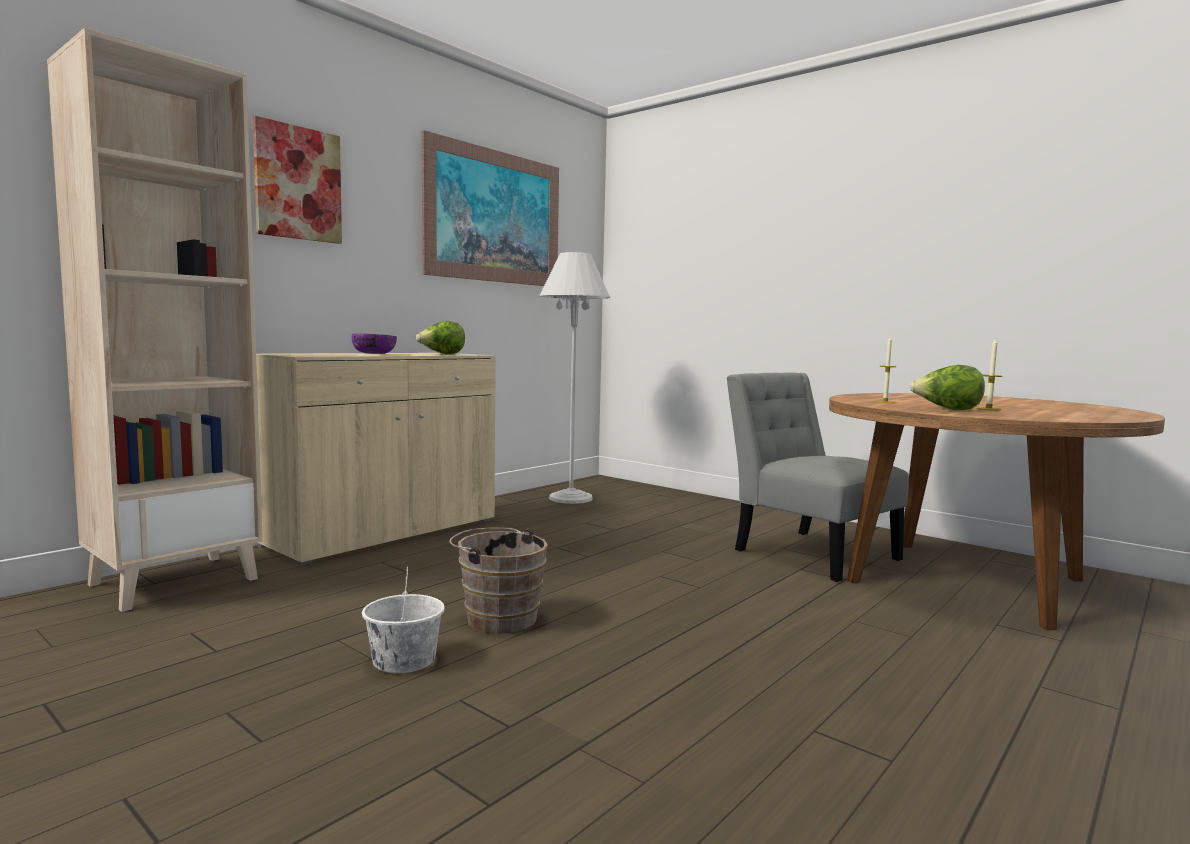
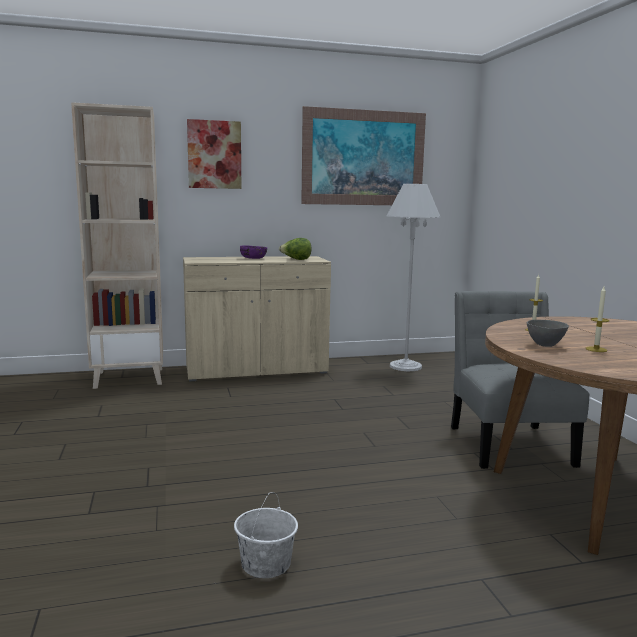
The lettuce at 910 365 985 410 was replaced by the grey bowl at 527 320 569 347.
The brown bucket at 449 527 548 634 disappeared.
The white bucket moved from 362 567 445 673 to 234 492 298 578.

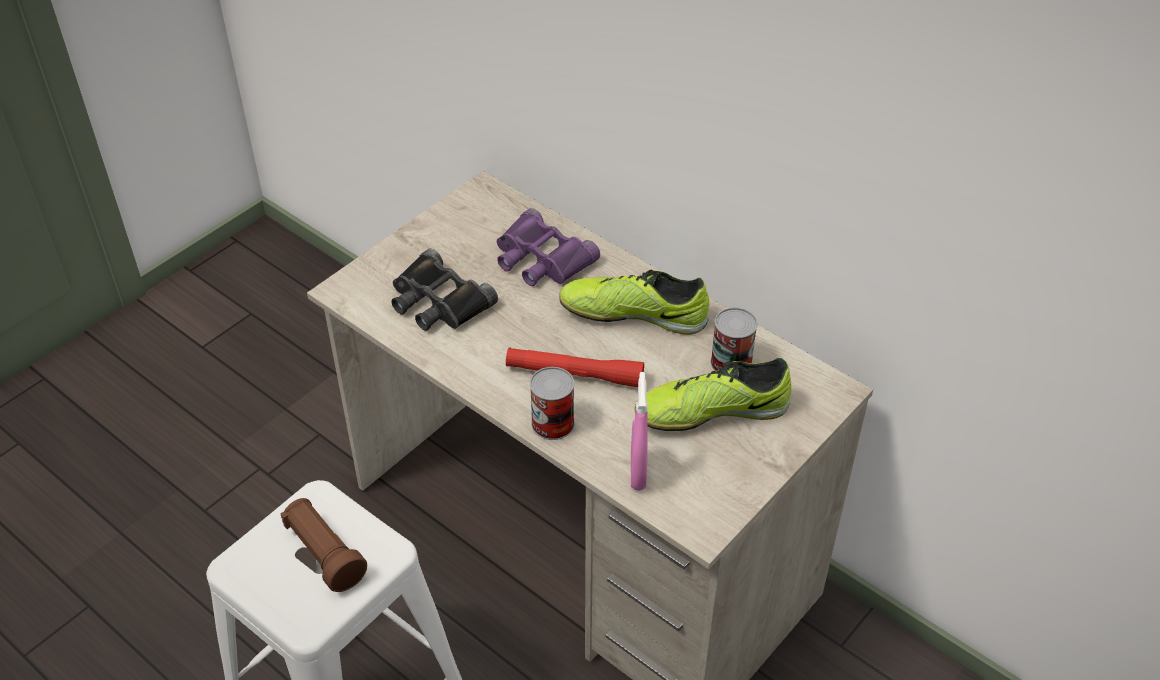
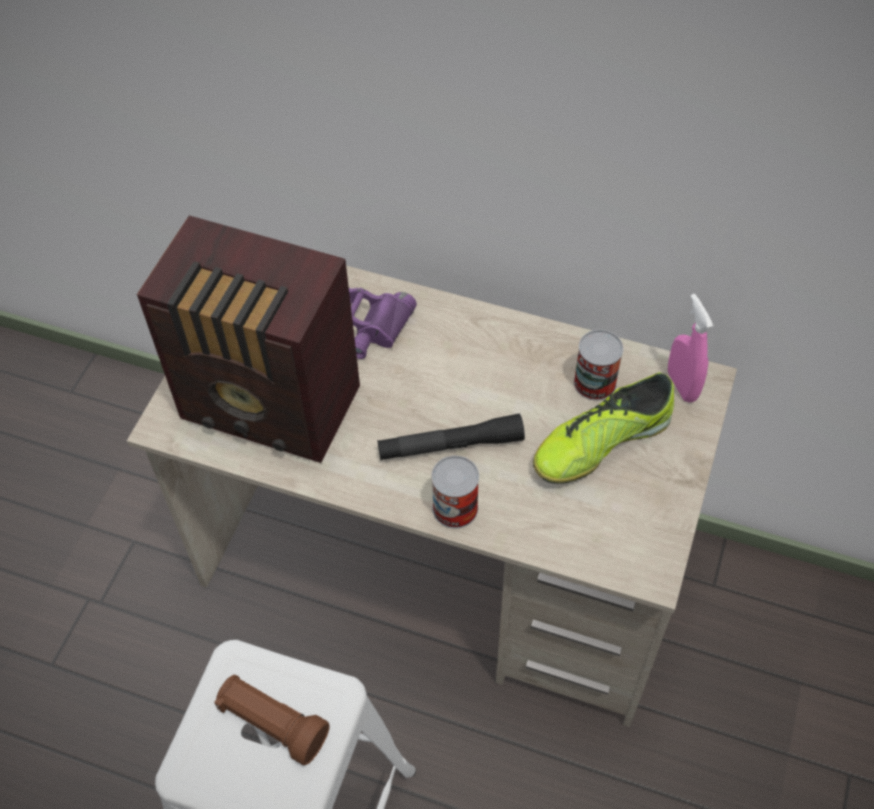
The black binoculars at 392 248 498 331 was replaced by the radio at 137 215 360 463.
The shoe at 559 270 709 335 disappeared.
The red flashlight at 506 348 644 387 became the black flashlight at 377 413 525 460.
The pink spray bottle moved from 631 372 648 491 to 668 294 713 402.

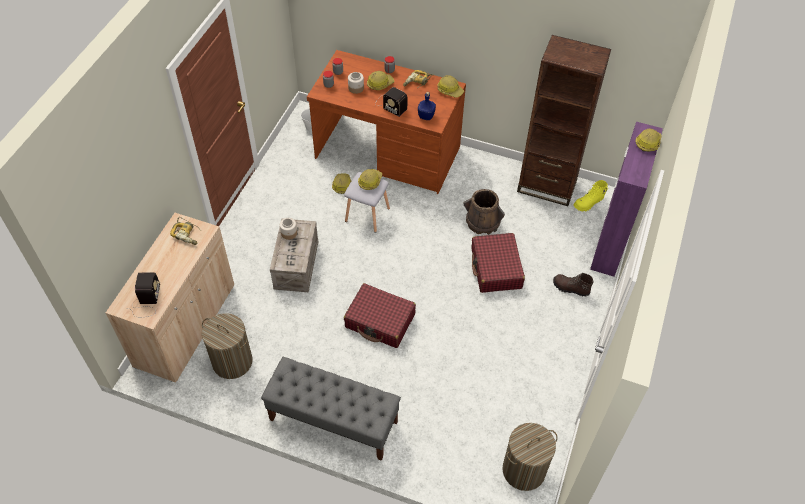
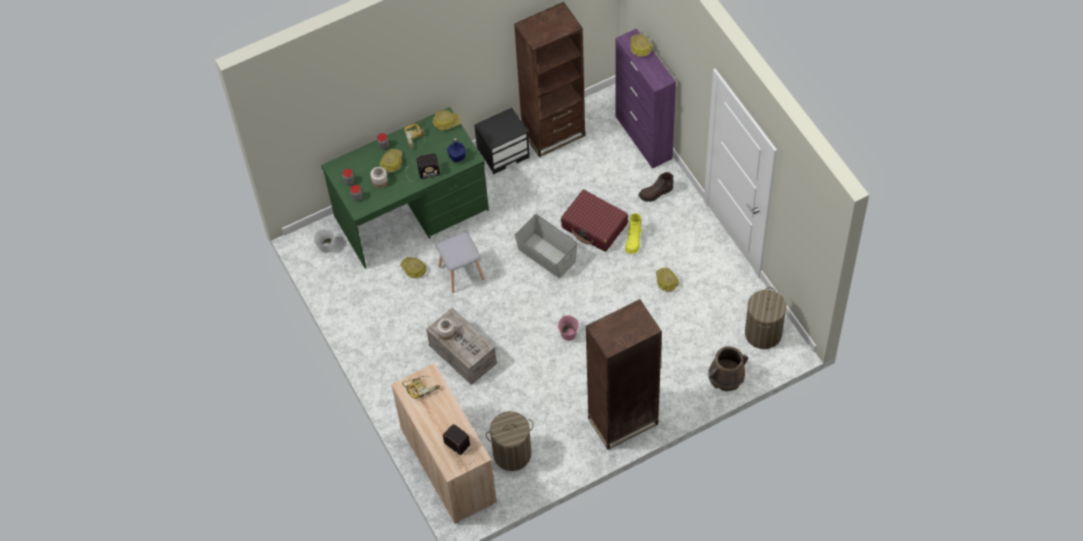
The brown desk at 307 50 466 194 became the green desk at 321 107 489 269.
The hard hat moved from 358 169 382 190 to 656 267 679 292.
The yellow boot moved from 573 180 609 212 to 625 213 643 254.
The brown bucket moved from 464 189 505 235 to 708 346 748 391.
The red suitcase at 344 283 416 348 was replaced by the pink bucket at 558 315 579 341.
The grey bench at 261 357 401 461 was replaced by the brown bookcase at 586 299 662 450.
The black nightstand at 474 108 530 174 appeared.
The grey storage box at 514 214 578 278 appeared.

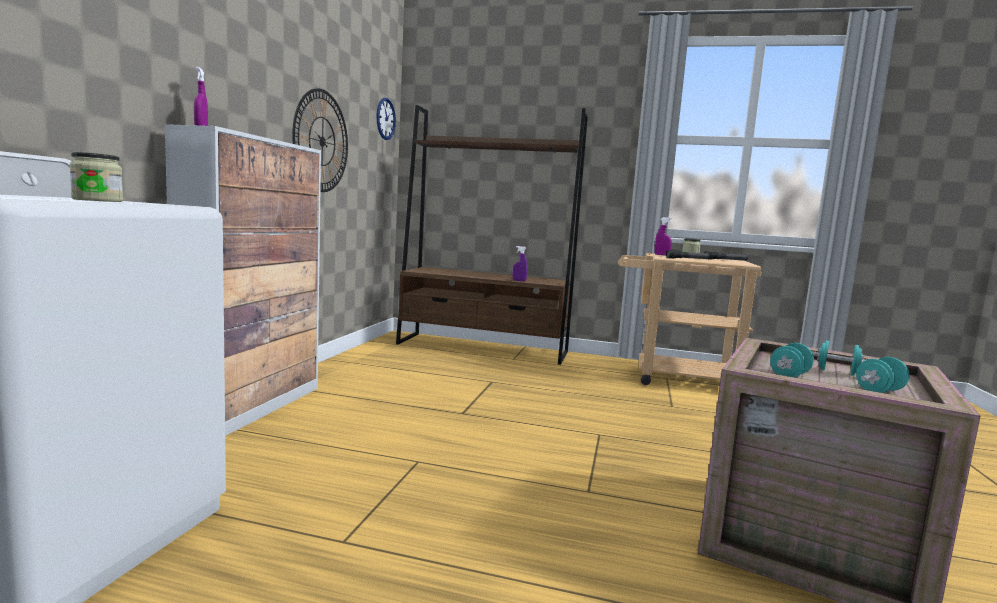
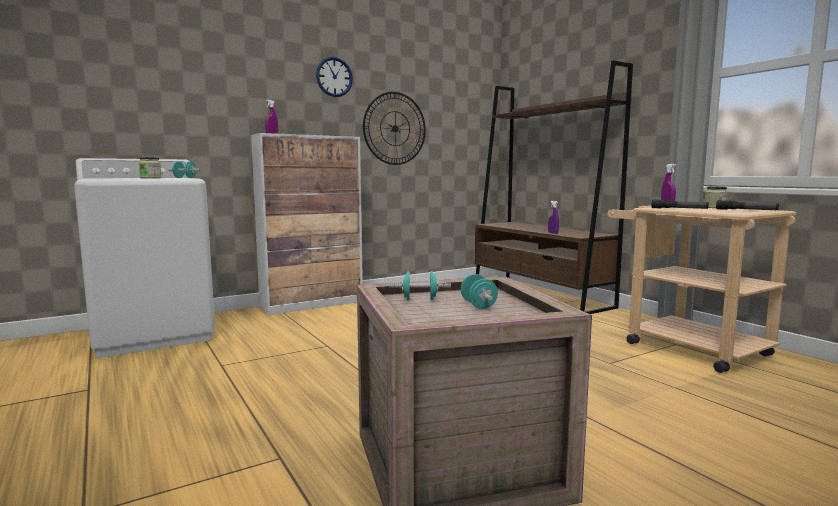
The wall clock moved from 376 98 396 140 to 316 57 353 97.
The turquoise dumbbell moved from 856 357 909 393 to 168 161 201 178.

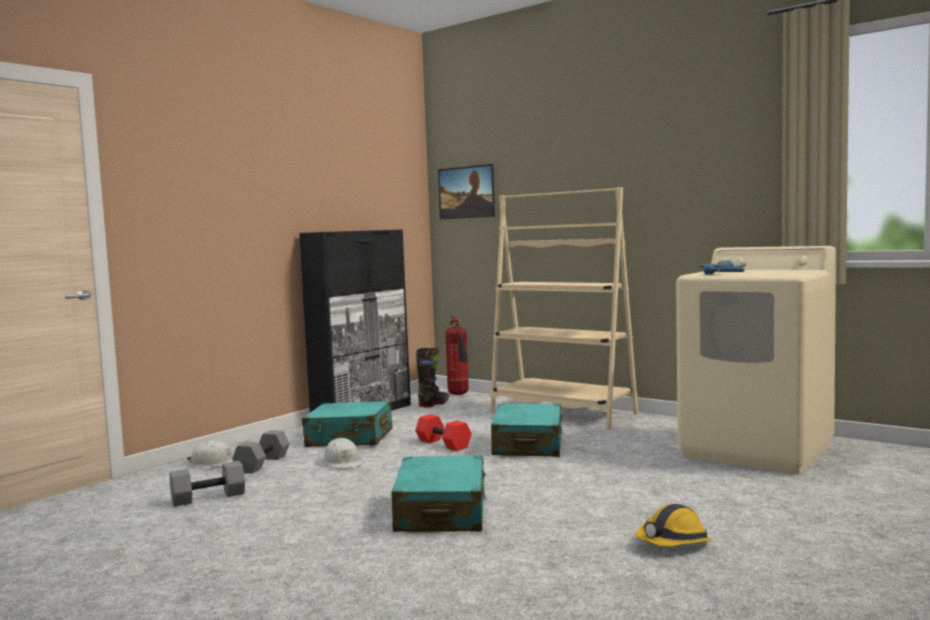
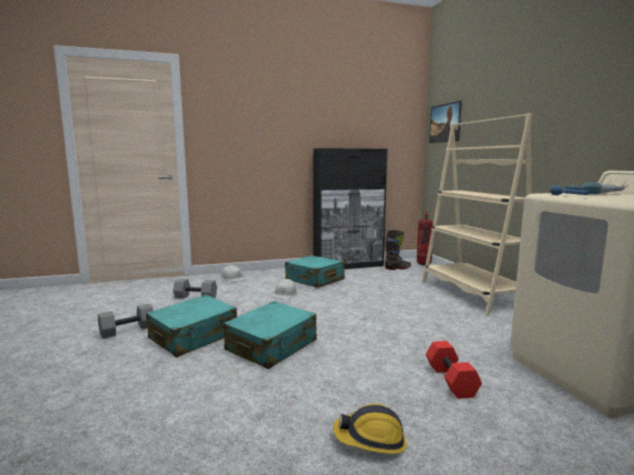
The turquoise suitcase moved from 491 403 563 457 to 146 295 237 357.
The red dumbbell moved from 415 414 472 451 to 426 341 482 399.
The grey dumbbell moved from 232 430 290 473 to 98 304 153 339.

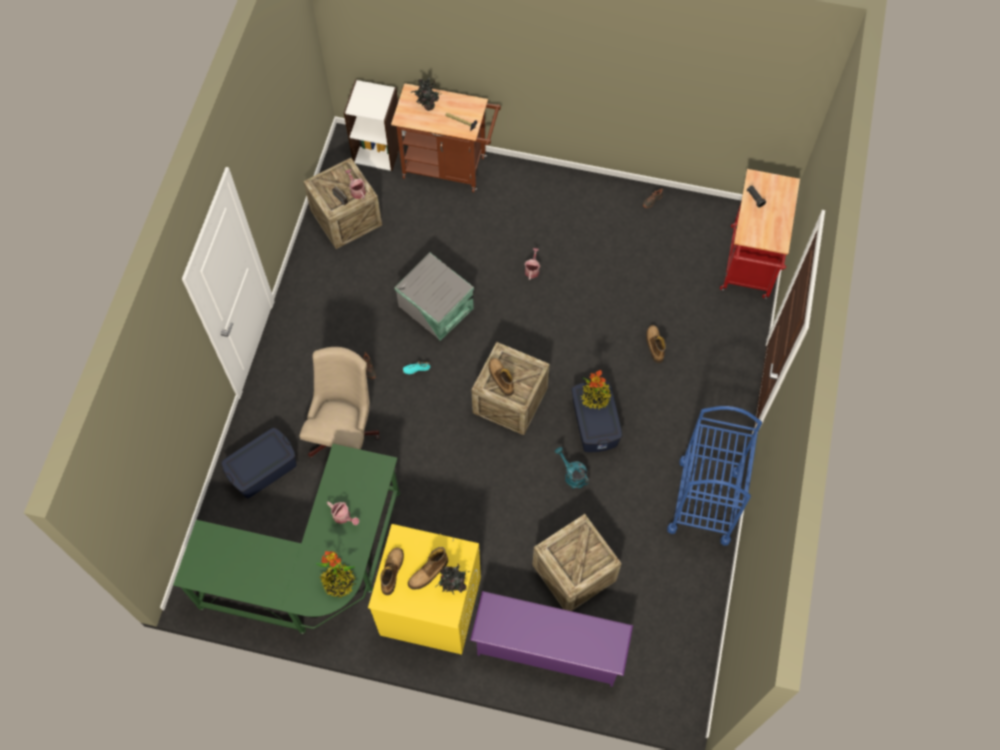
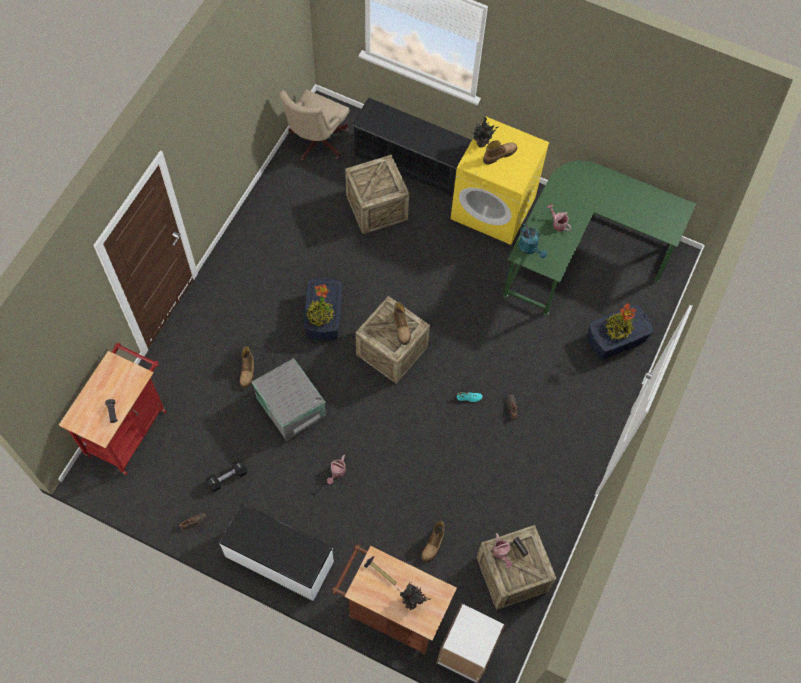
The grey storage box moved from 395 252 474 341 to 252 358 326 441.
The beige office chair moved from 299 347 380 458 to 279 89 349 161.
The blue cart at 667 406 762 546 disappeared.
The turquoise watering can moved from 555 447 589 489 to 519 224 547 258.
The boot moved from 380 547 404 595 to 421 521 445 562.
The potted plant moved from 316 551 356 598 to 605 303 636 340.
The purple shoe rack at 470 591 633 687 became the black shoe rack at 351 97 472 197.
The black dumbbell at 206 460 247 492 appeared.
The white bench at 219 504 334 601 appeared.

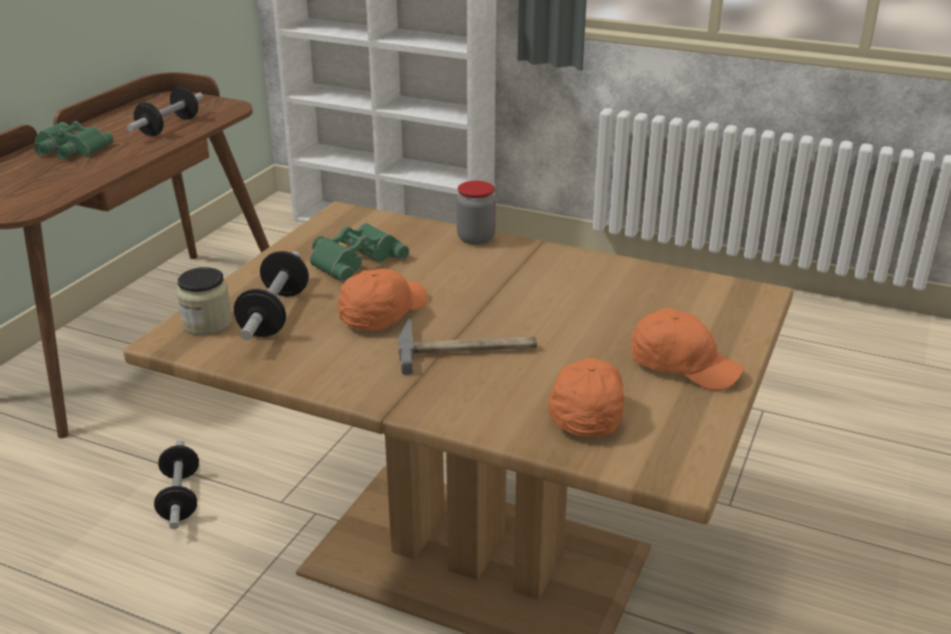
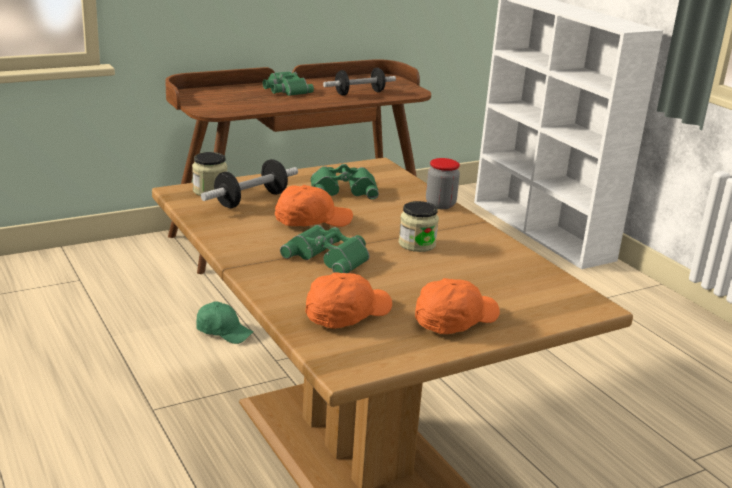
The orange cap at 631 308 744 390 turned 105 degrees counterclockwise.
The hammer at 398 319 537 375 was replaced by the green binoculars at 280 225 369 273.
The dumbbell at 154 440 199 529 was replaced by the green cap at 196 301 253 344.
The jar at 399 201 439 252 appeared.

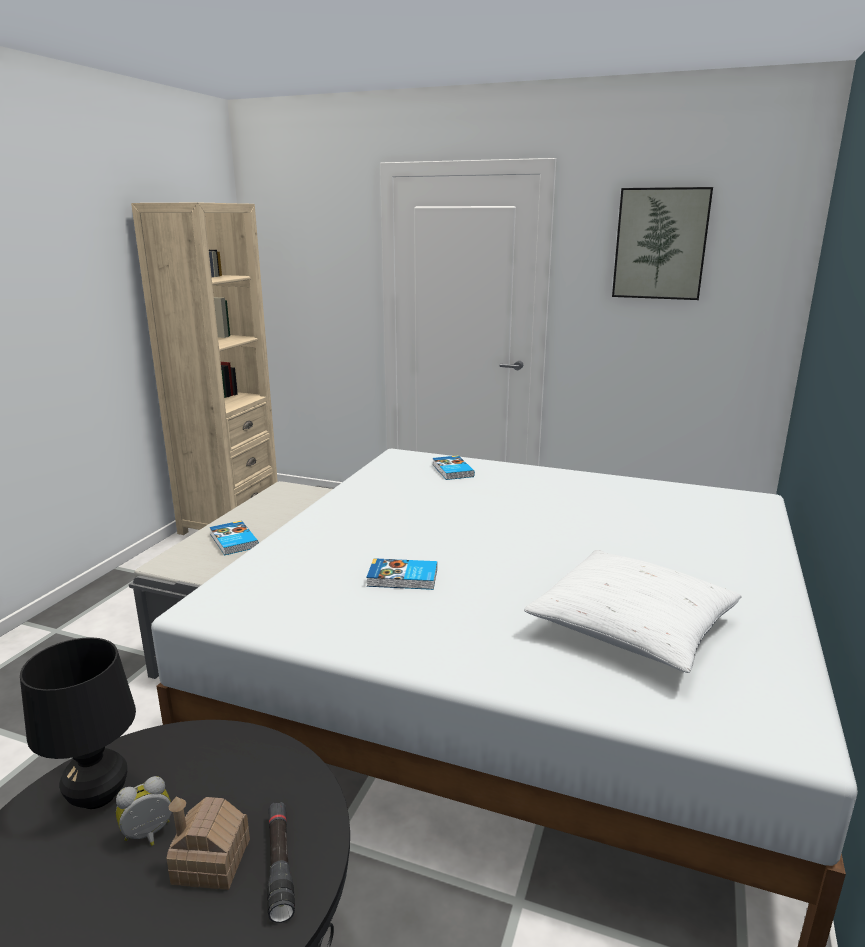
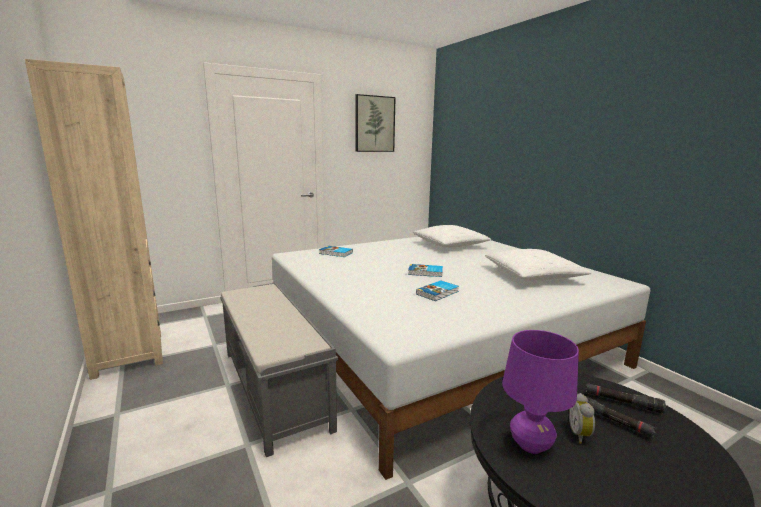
The book moved from 210 520 259 555 to 408 264 443 277.
The black table lamp at 20 637 136 809 became the purple table lamp at 502 330 579 454.
The toy house at 166 797 250 890 was replaced by the black flashlight at 577 393 656 438.
The white pillow at 413 225 491 248 appeared.

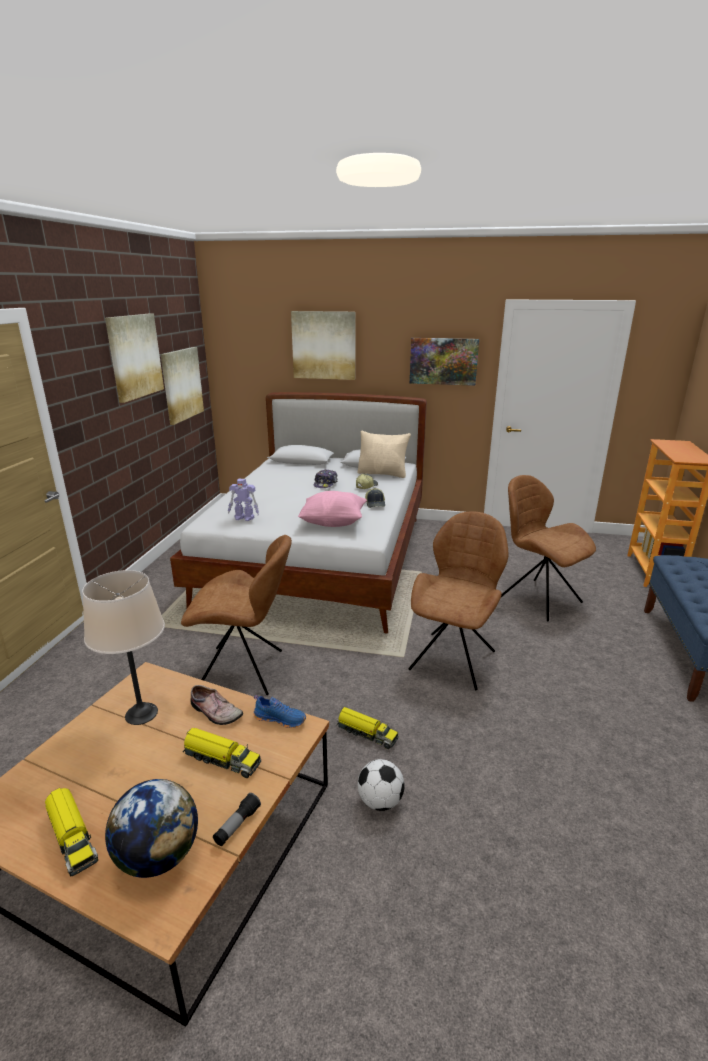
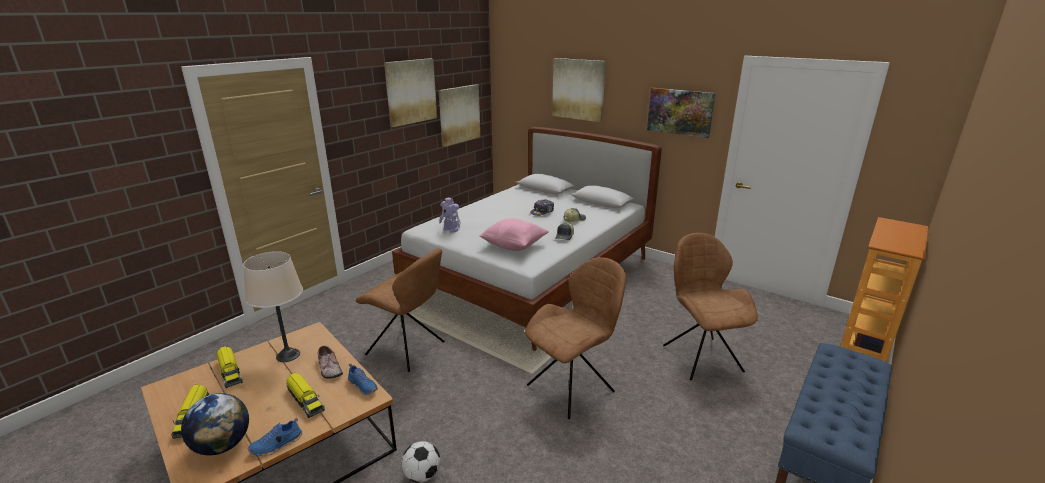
The beige pillow at 357 431 411 478 disappeared.
The toy truck moved from 336 707 398 749 to 217 346 243 388.
The flashlight at 213 793 261 846 was replaced by the blue shoe at 248 418 302 456.

